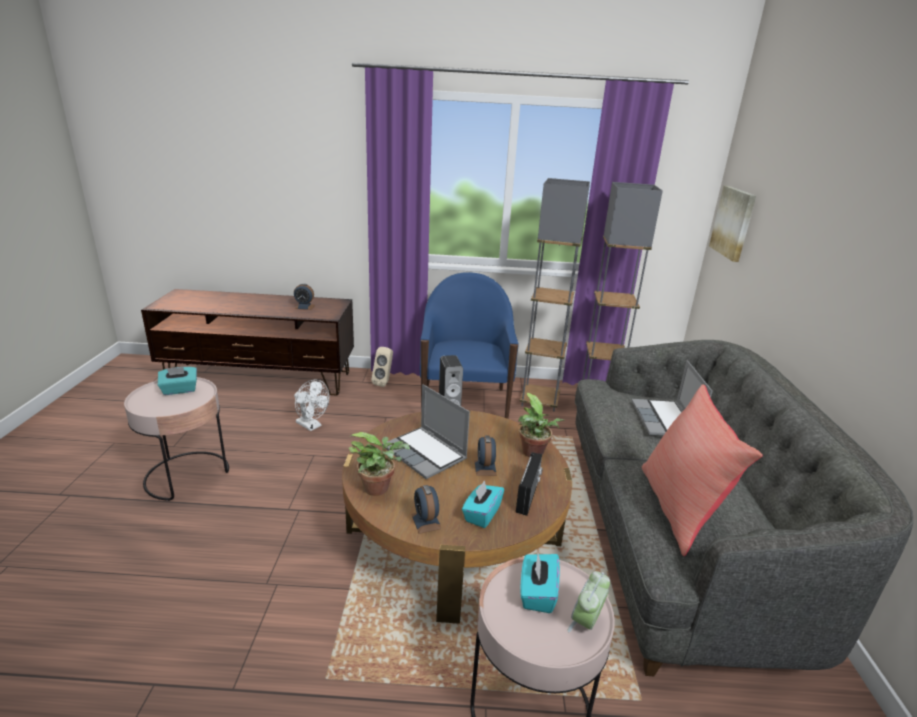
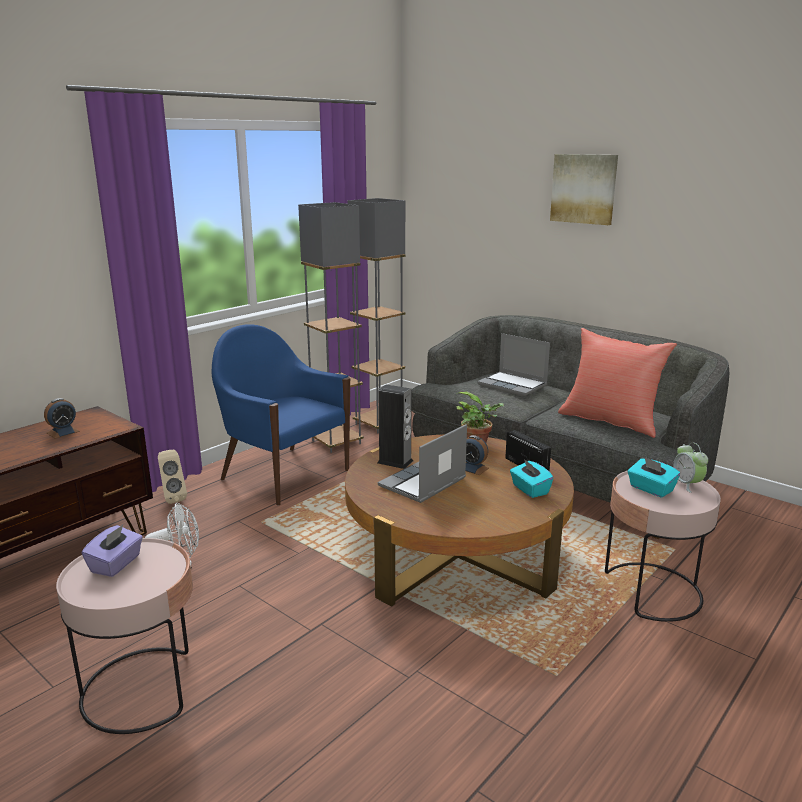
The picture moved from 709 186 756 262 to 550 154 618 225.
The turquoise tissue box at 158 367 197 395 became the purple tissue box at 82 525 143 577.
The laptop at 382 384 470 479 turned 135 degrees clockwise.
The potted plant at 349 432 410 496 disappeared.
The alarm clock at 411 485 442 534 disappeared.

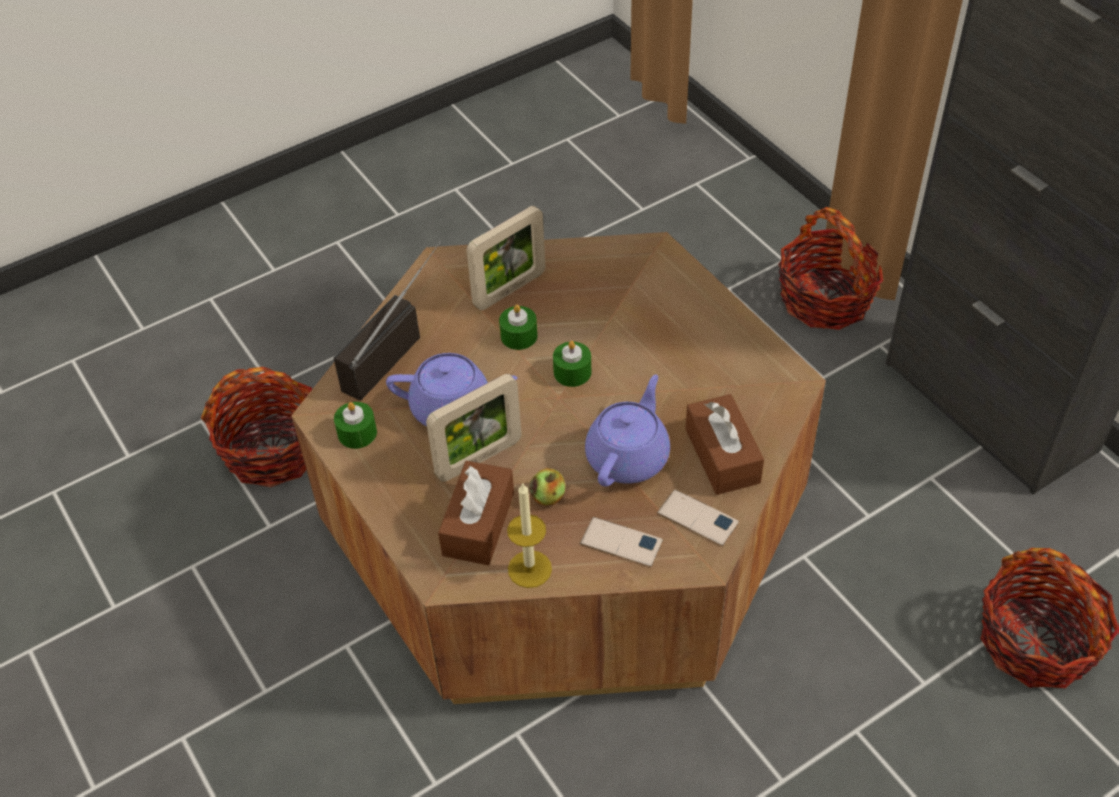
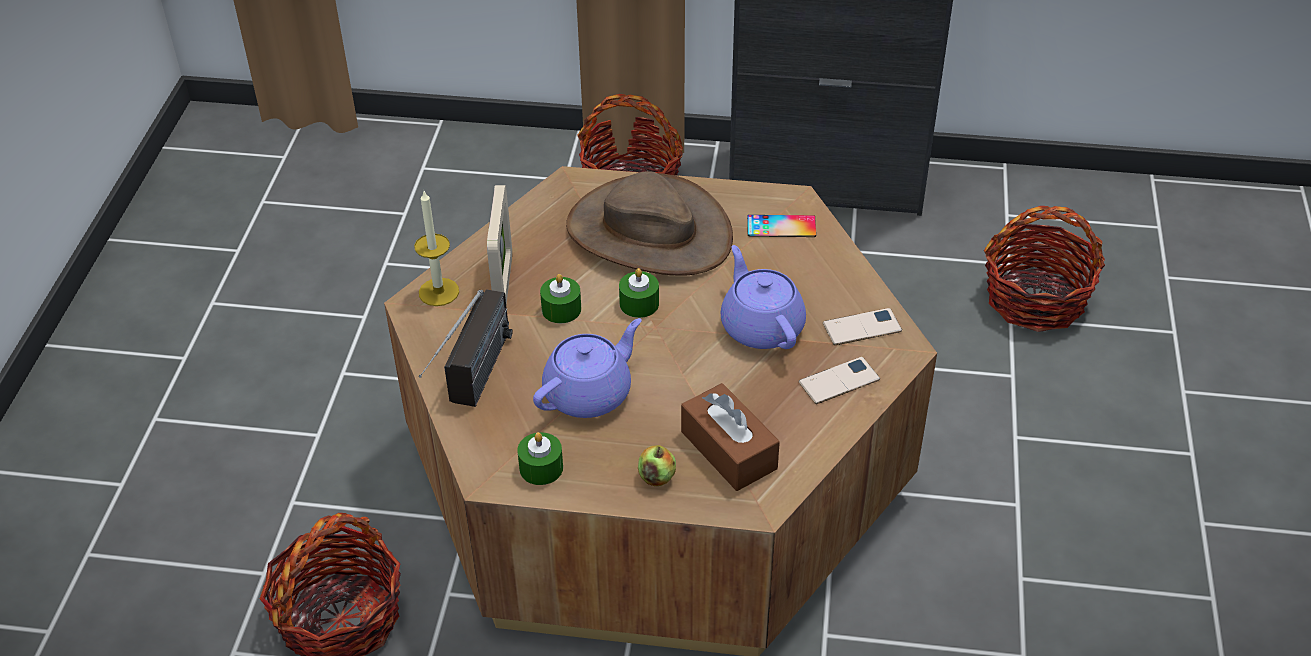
The radio at 334 241 441 400 turned 150 degrees counterclockwise.
The picture frame at 426 374 522 482 disappeared.
The brown tissue box at 685 394 764 495 disappeared.
The apple moved from 529 468 566 506 to 638 445 676 486.
The candle moved from 507 482 552 588 to 414 191 459 306.
The brown hat at 566 171 733 275 appeared.
The phone at 747 215 816 237 appeared.

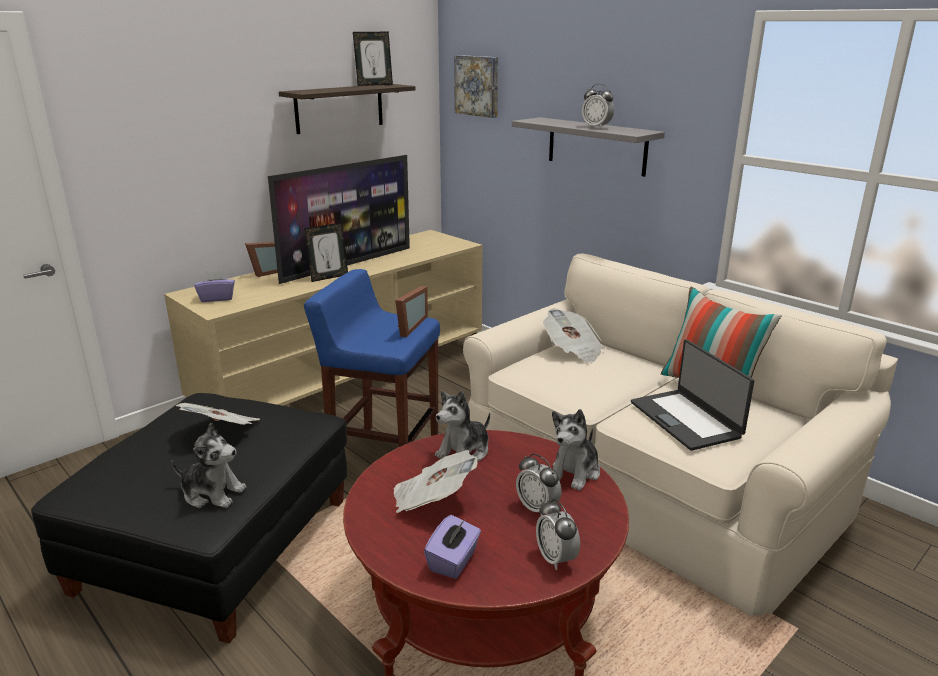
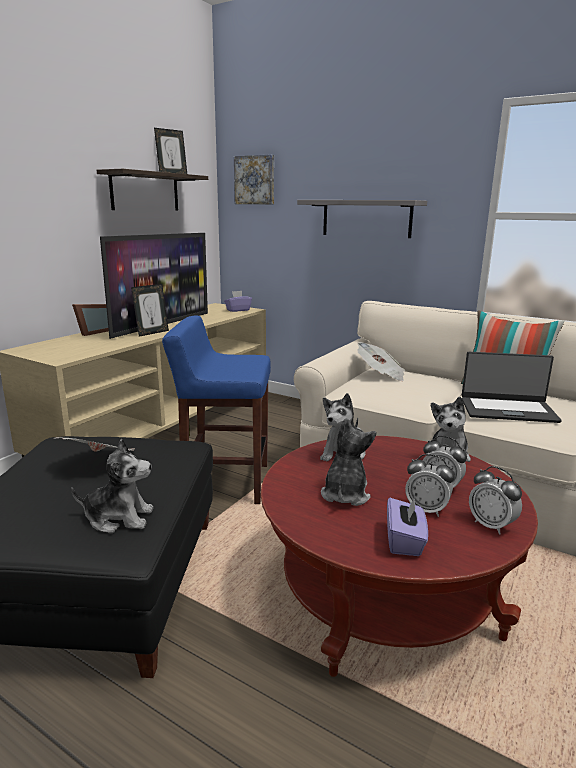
The alarm clock moved from 582 84 614 129 to 405 454 455 517.
The purple tissue box moved from 194 270 235 302 to 224 291 252 312.
The picture frame at 395 286 428 337 disappeared.
The laptop at 631 339 754 451 turned 45 degrees counterclockwise.
The newspaper at 394 450 478 513 was replaced by the plush toy at 321 418 376 506.

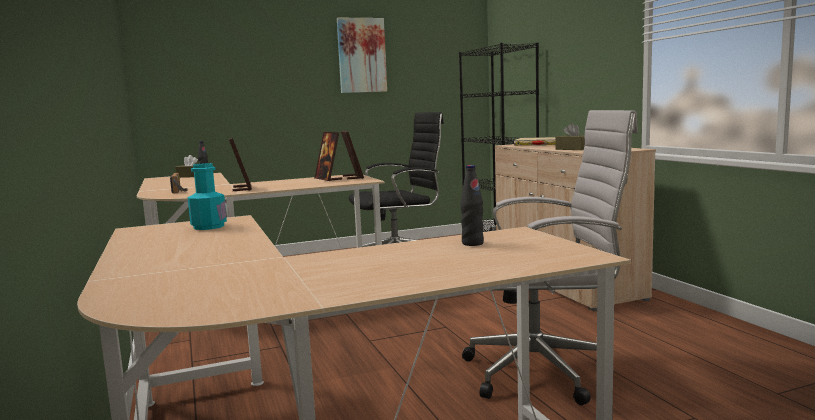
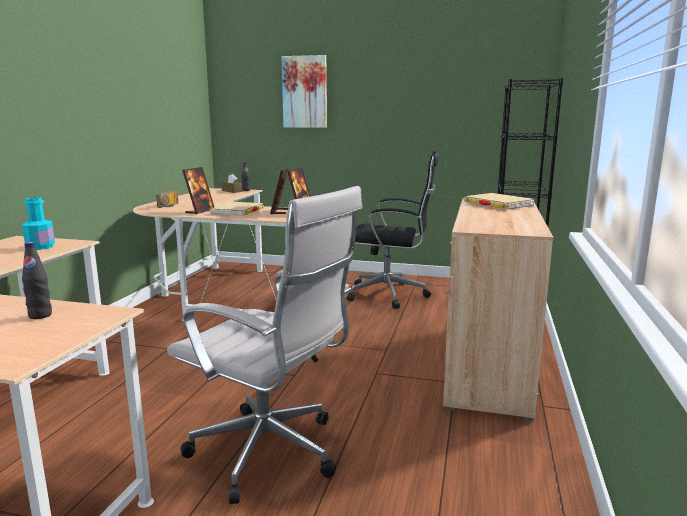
The picture moved from 337 18 387 93 to 281 55 327 128.
The brown tissue box at 555 123 585 150 disappeared.
The beige book at 210 202 264 216 appeared.

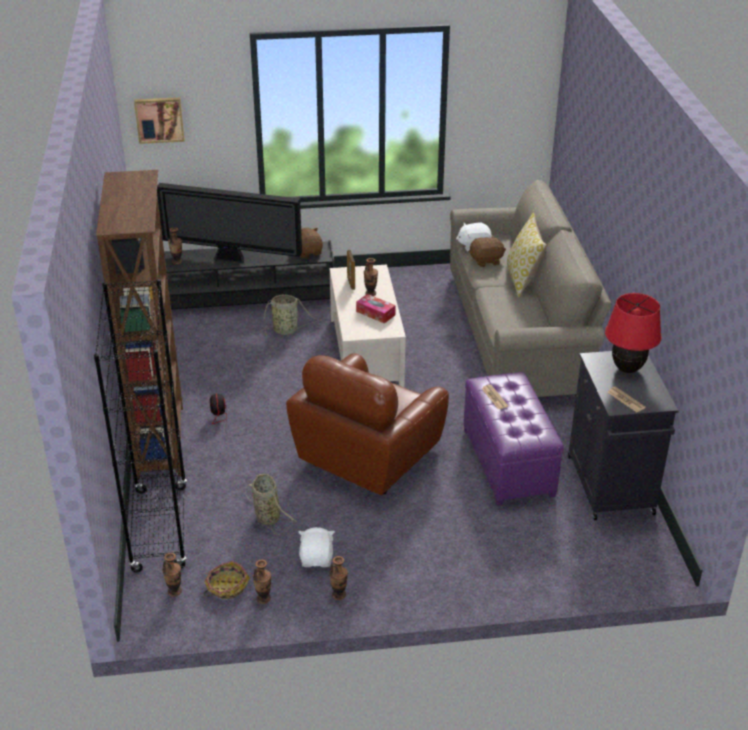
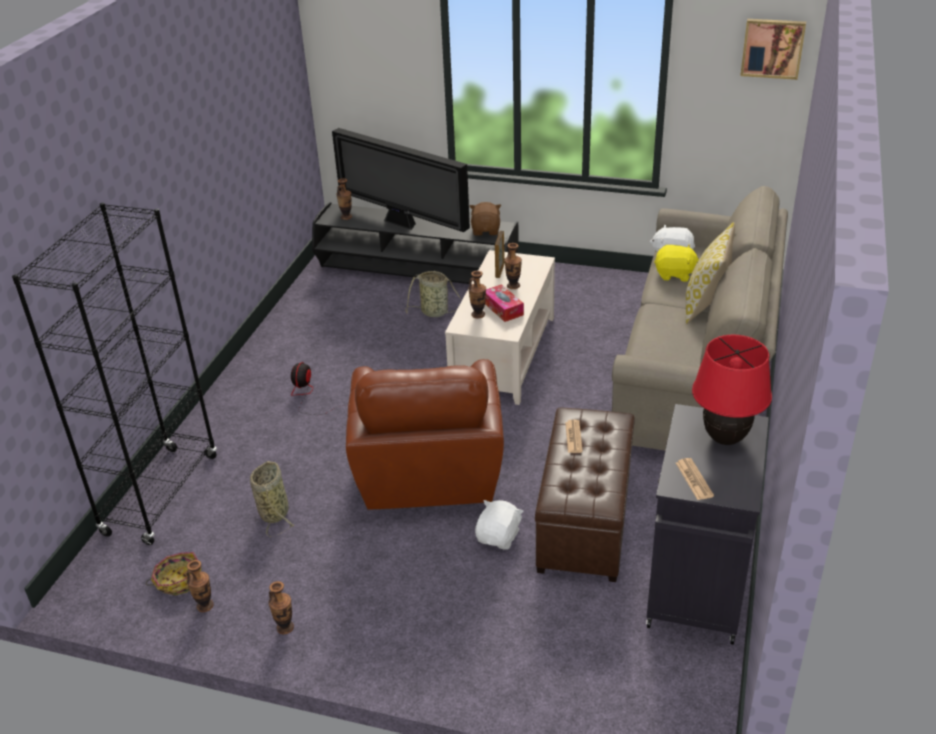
The picture moved from 134 97 184 144 to 740 19 806 80.
The brown bookcase at 96 170 183 479 disappeared.
The brown plush toy at 470 235 506 267 became the yellow plush toy at 654 244 699 281.
The brown armchair at 286 353 449 495 turned 60 degrees counterclockwise.
The purple ottoman at 463 372 564 506 became the brown ottoman at 535 408 635 582.
The white plush toy moved from 298 527 335 567 to 475 500 524 550.
The vase moved from 162 553 182 597 to 468 271 486 319.

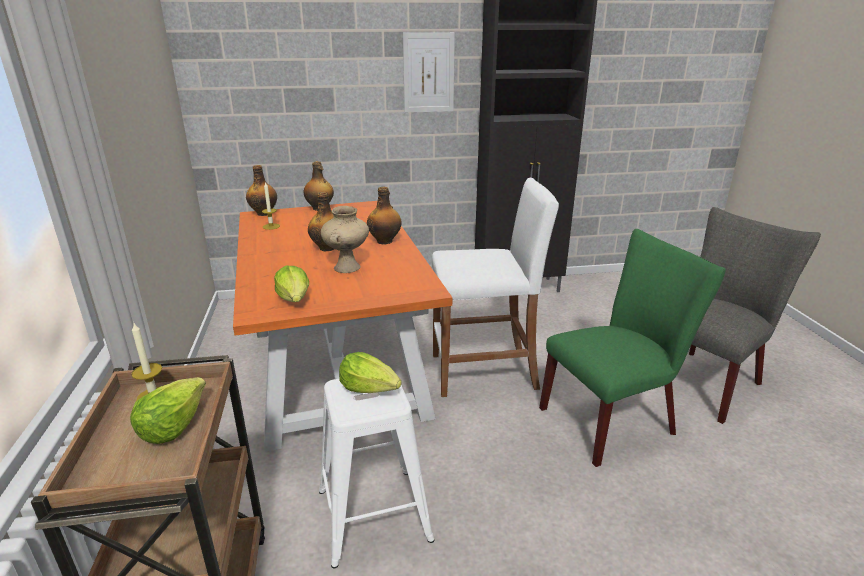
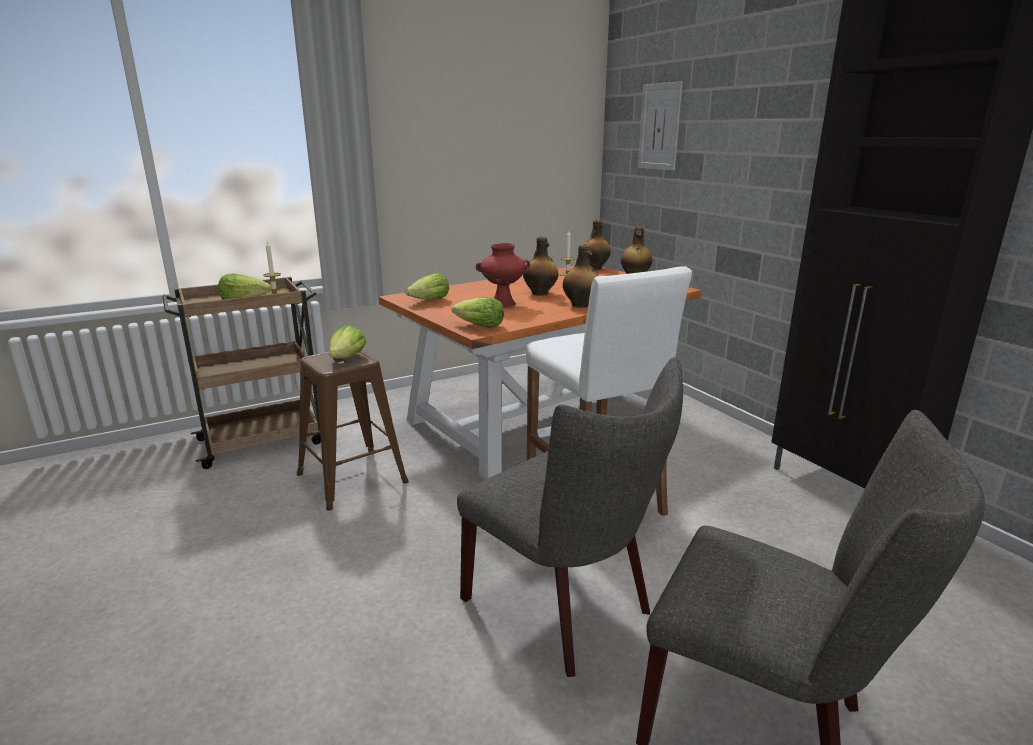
The picture moved from 403 32 455 113 to 638 81 682 171.
The beige vase at 321 206 369 273 became the red vase at 476 243 530 307.
The green chair at 539 229 726 467 became the grey chair at 457 357 683 677.
The white stool at 319 379 434 568 became the brown stool at 297 350 409 510.
The lettuce at 452 297 504 328 appeared.

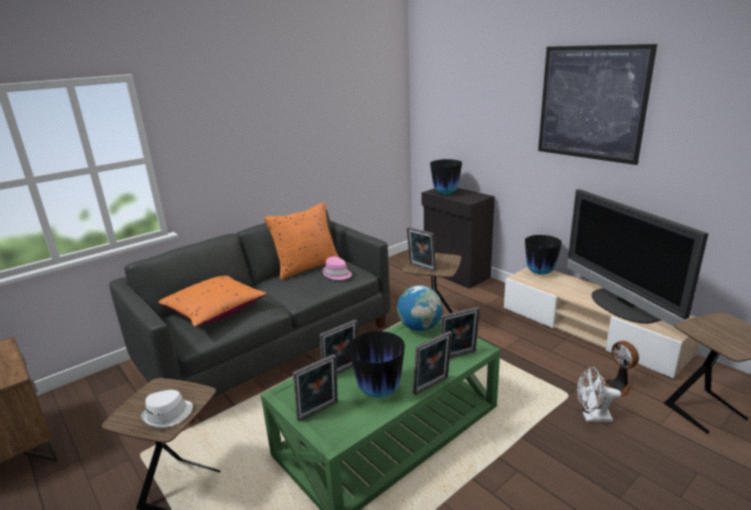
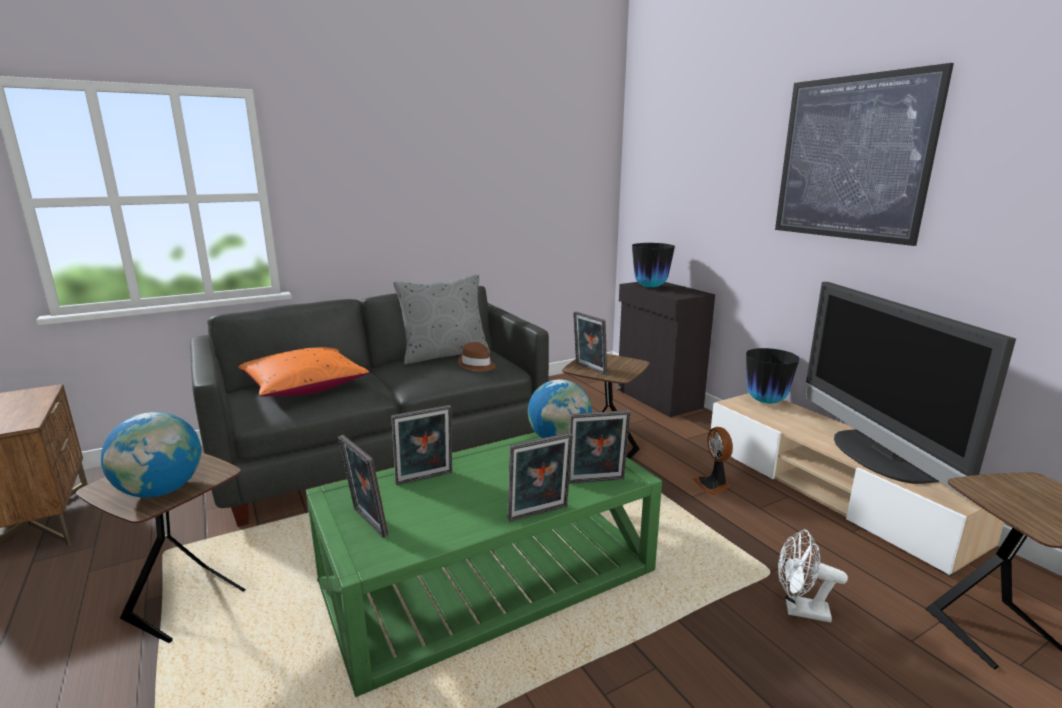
The orange pillow at 264 203 339 280 became the grey pillow at 393 275 490 364.
The pink hat at 322 256 352 280 became the brown hat at 458 342 496 372.
The vase at 349 331 405 398 disappeared.
The fan moved from 601 341 639 397 to 693 427 733 495.
The picture frame at 293 354 338 421 turned 75 degrees clockwise.
The white hat at 141 390 193 428 was replaced by the globe at 101 412 201 498.

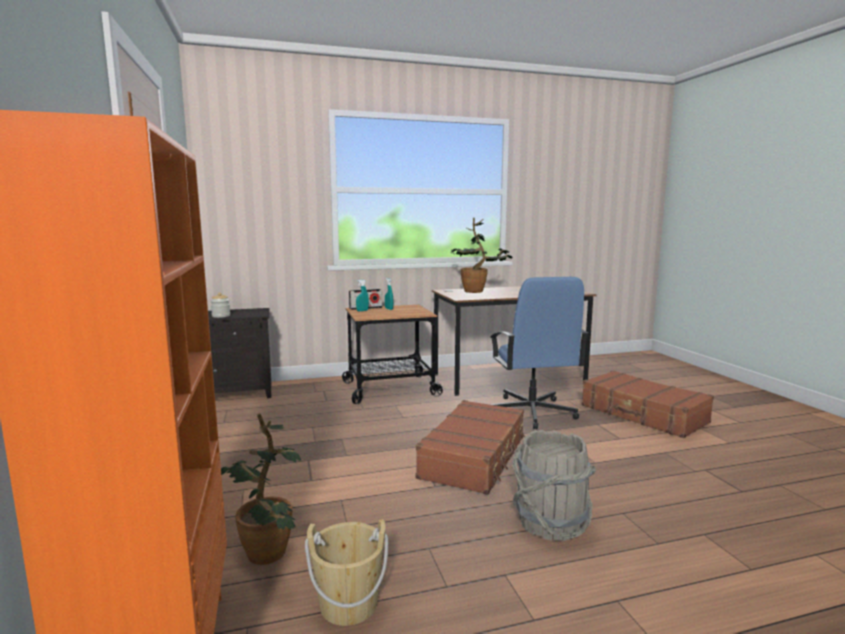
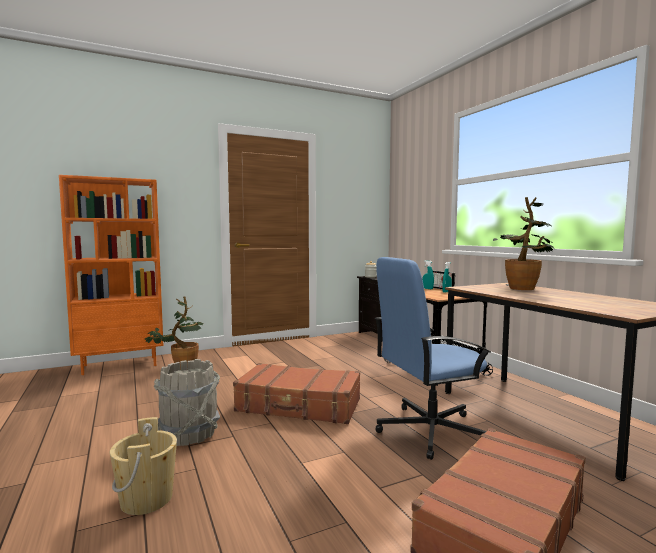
The beige bucket moved from 305 519 388 626 to 110 417 177 515.

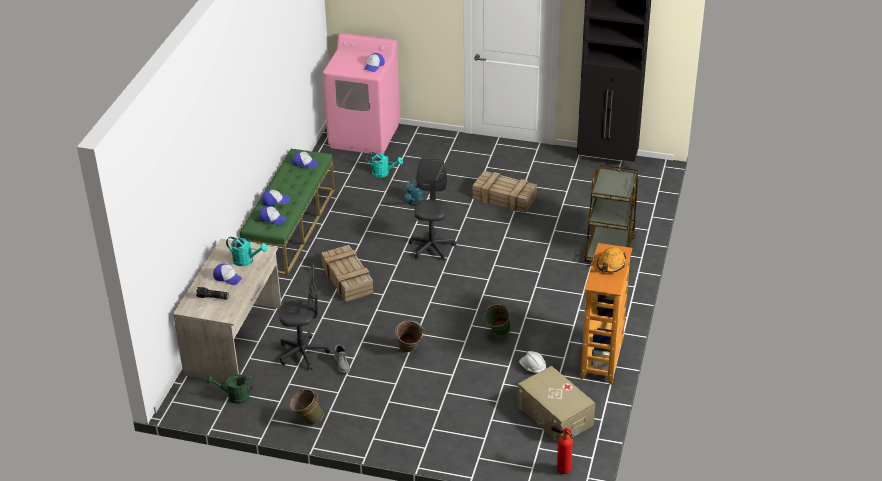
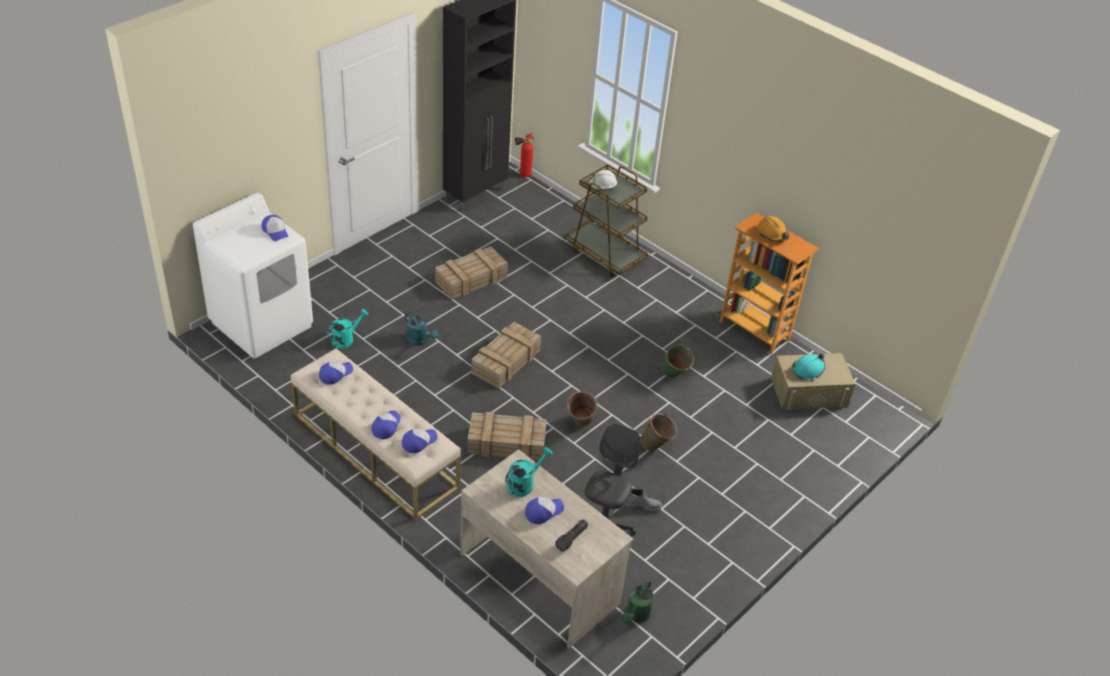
The pink washing machine at 323 33 400 154 became the white washing machine at 193 193 313 358.
The green bench at 240 149 335 276 became the beige bench at 291 348 461 520.
The grey office chair at 409 158 456 260 was replaced by the crate at 471 322 541 389.
The white hard hat moved from 519 351 546 374 to 589 170 617 189.
The green bucket moved from 289 388 323 425 to 567 391 598 426.
The fire extinguisher moved from 551 422 573 474 to 515 134 534 177.
The turquoise hard hat at 792 354 825 379 appeared.

